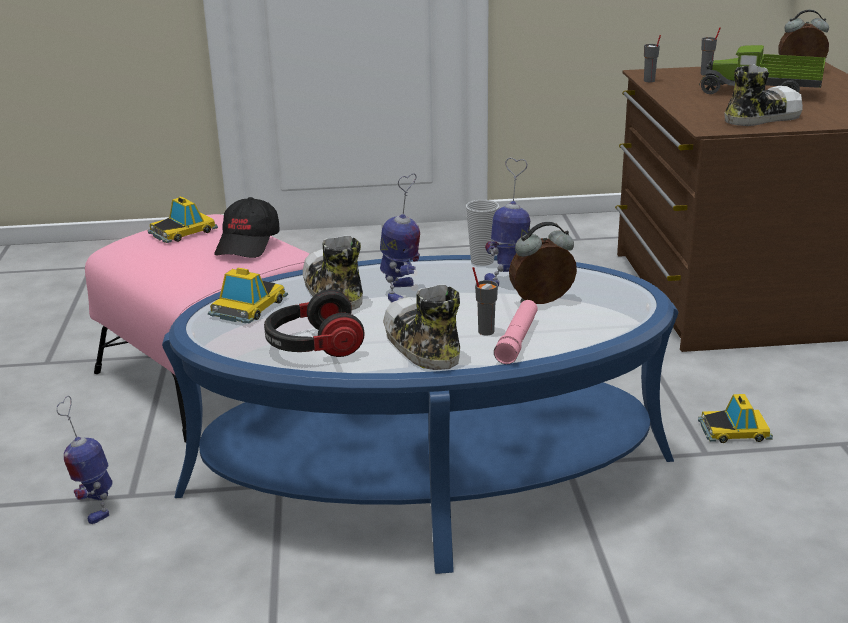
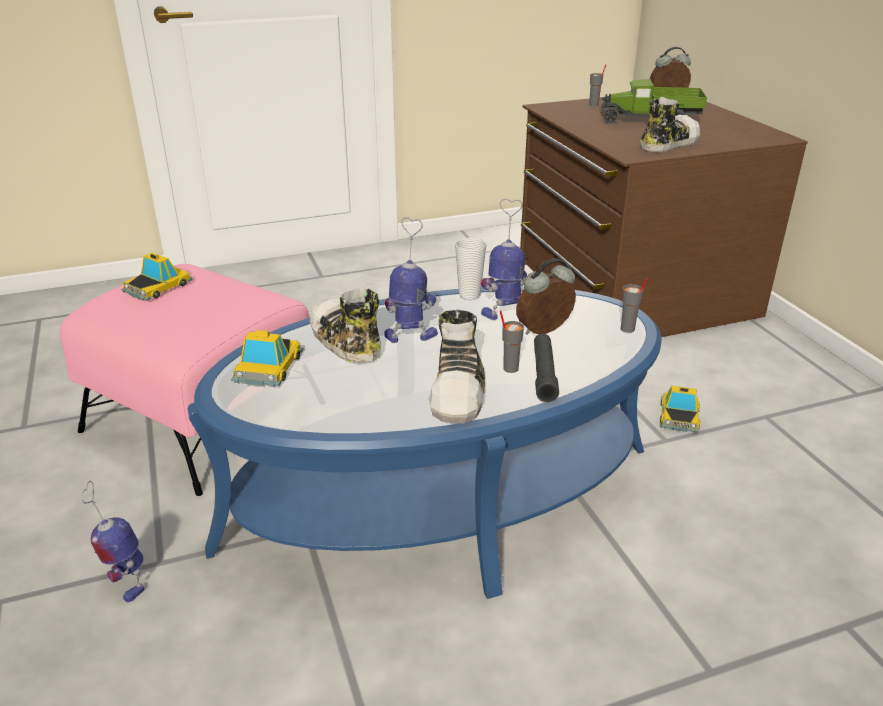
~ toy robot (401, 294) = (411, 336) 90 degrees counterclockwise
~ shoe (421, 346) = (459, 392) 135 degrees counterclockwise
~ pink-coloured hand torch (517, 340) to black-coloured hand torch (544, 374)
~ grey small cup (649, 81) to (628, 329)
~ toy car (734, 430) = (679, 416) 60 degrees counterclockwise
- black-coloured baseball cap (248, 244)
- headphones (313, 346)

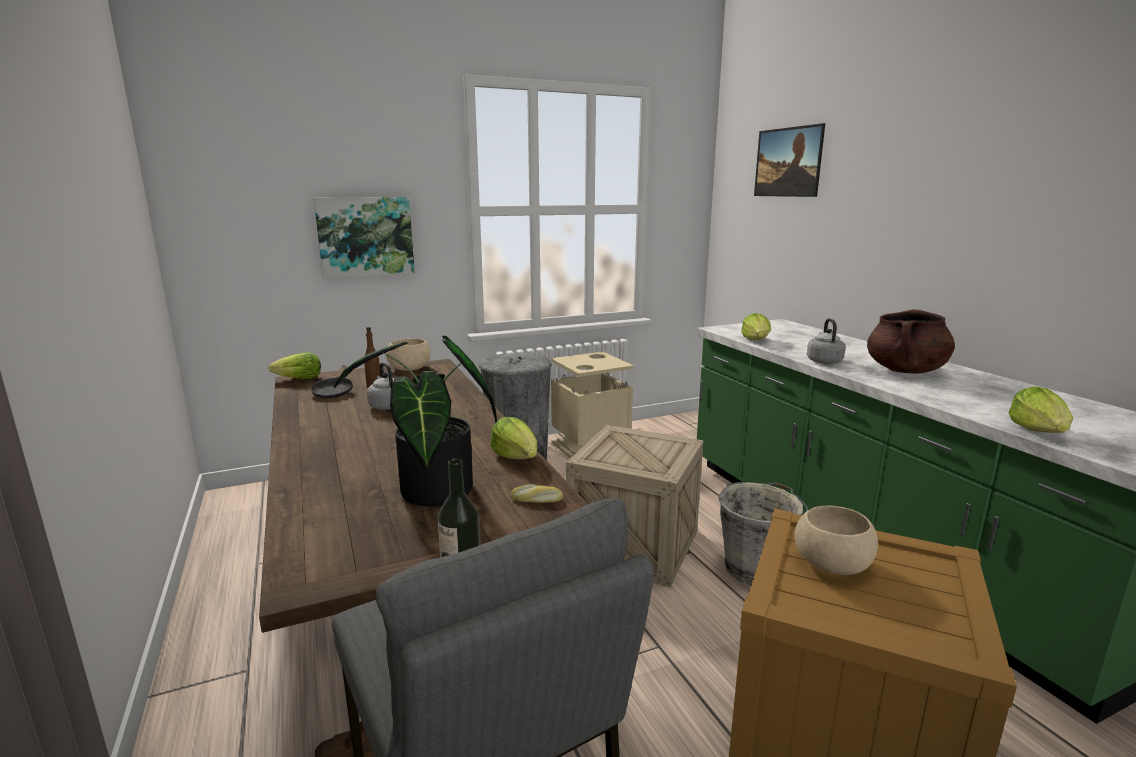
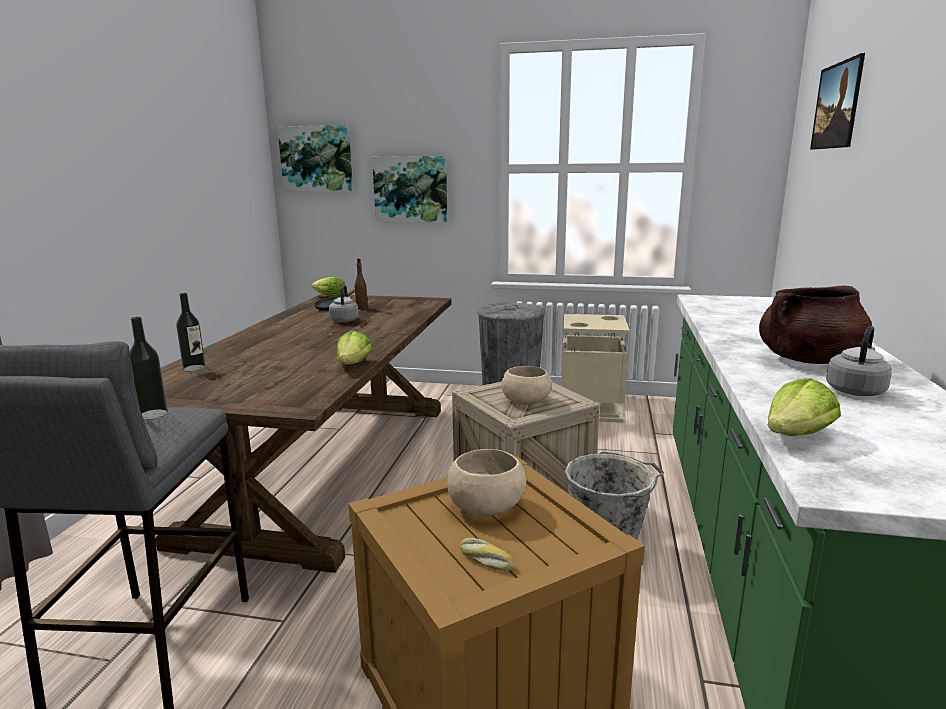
+ bottle (194, 368)
+ picture (316, 159)
~ bread (536, 500) to (484, 560)
~ sand-coloured deep dish (409, 368) to (526, 401)
~ grey tea kettle (823, 361) to (855, 390)
- houseplant (431, 495)
- lettuce head (756, 341)

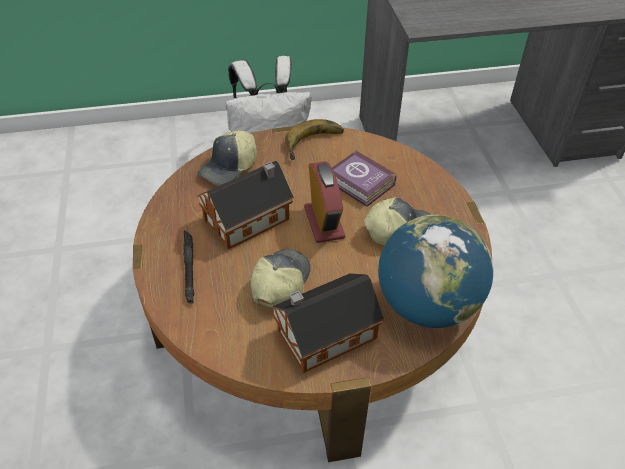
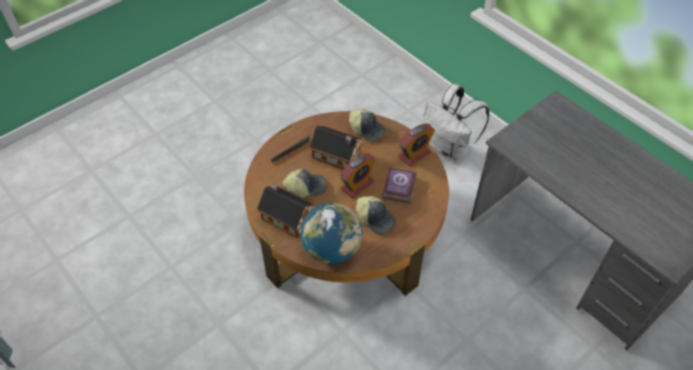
~ baseball cap (229, 167) = (367, 129) 150 degrees counterclockwise
~ banana (315, 144) to alarm clock (414, 154)

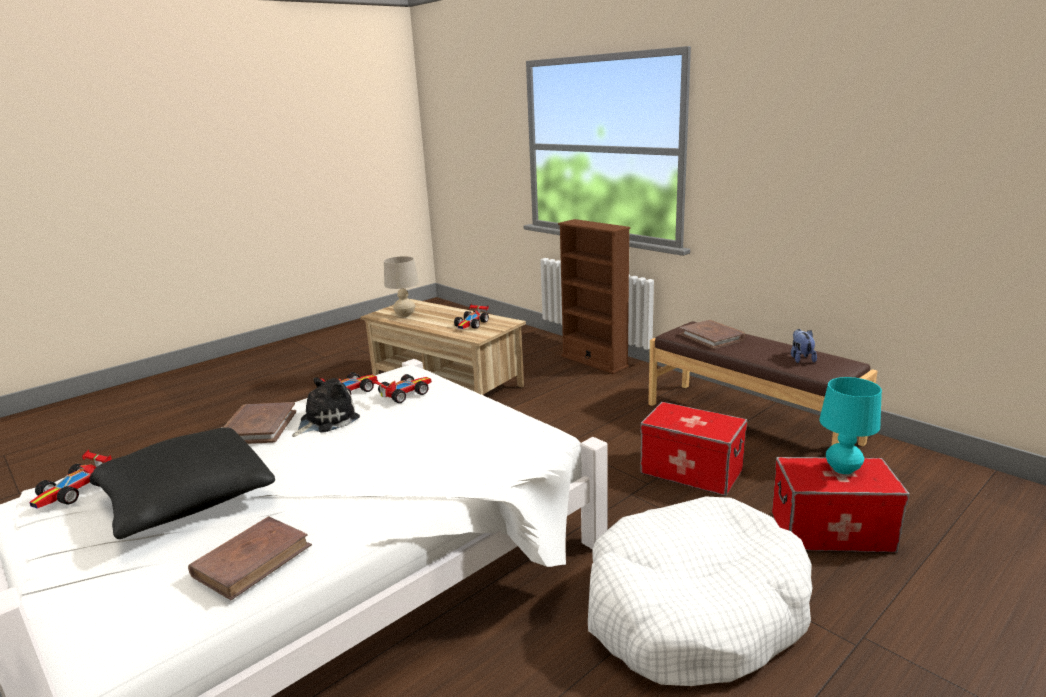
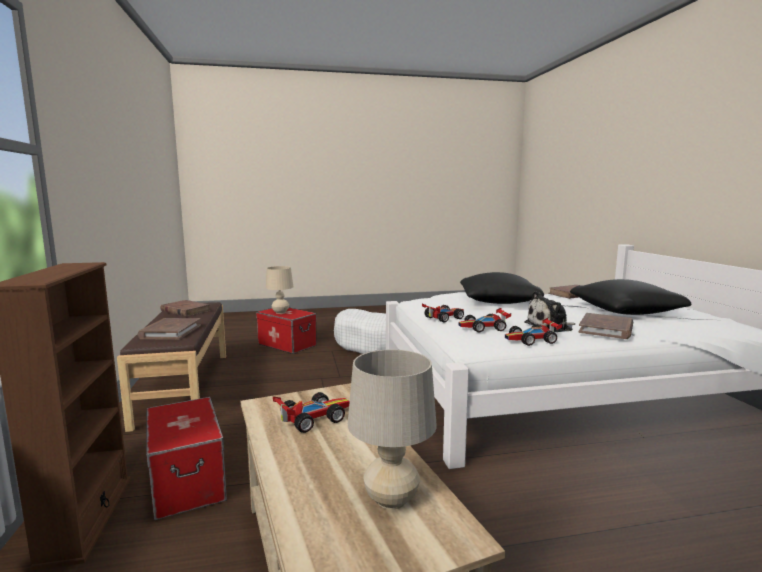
~ storage bin (691, 471) to (186, 481)
~ plush toy (801, 358) to brown-coloured book (185, 311)
~ blue-green tabletop lamp (842, 469) to sand-coloured tabletop lamp (280, 312)
~ toy car (75, 491) to (443, 317)
+ black-coloured cushion (498, 301)

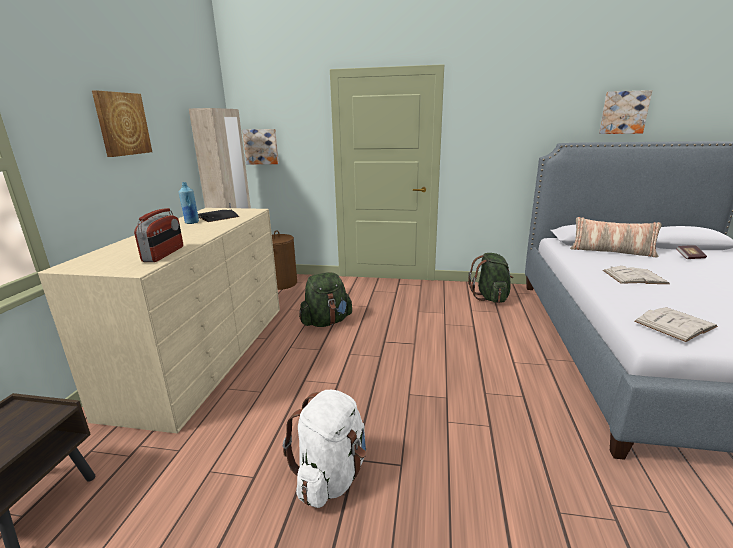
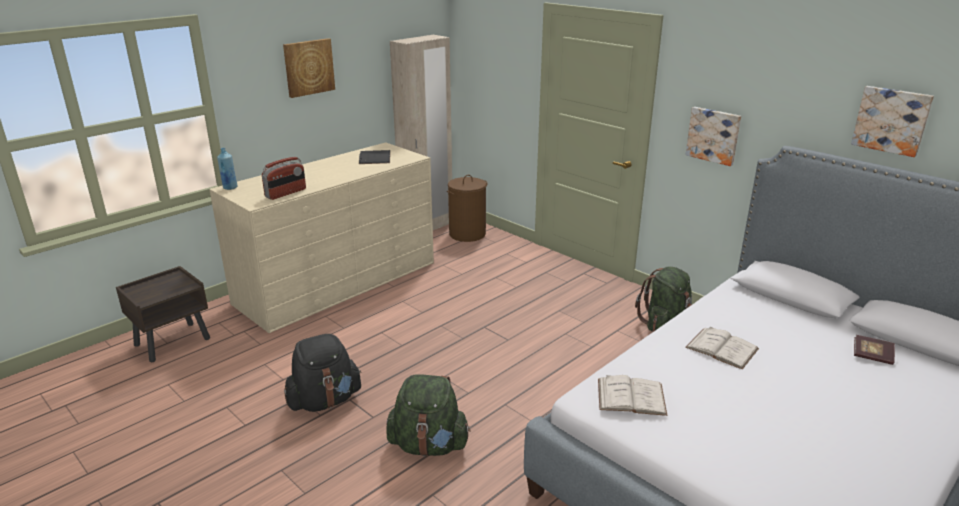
~ blue bottle (191, 222) to (230, 187)
~ white-coloured rucksack (332, 476) to black-coloured rucksack (325, 401)
~ green rucksack (326, 322) to (429, 445)
~ picture (261, 146) to (713, 135)
- cushion (611, 251)

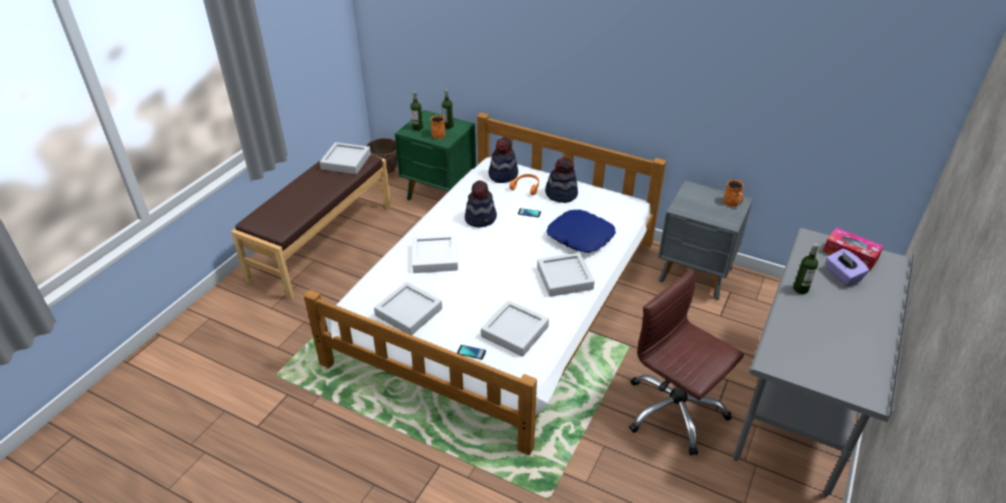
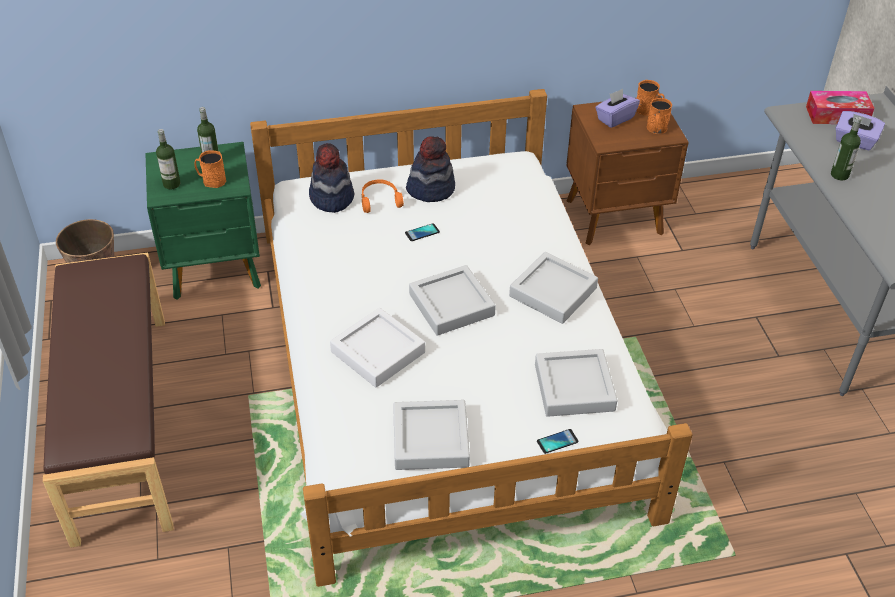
~ grey carrying tray (346, 162) to (451, 305)
~ grey bedside table (696, 276) to brown-coloured bedside table (616, 218)
+ purplish tissue holder (615, 118)
+ orange coffee mug (656, 129)
- clothing hat (481, 218)
- blue cushion (580, 237)
- brown-coloured computer chair (674, 411)

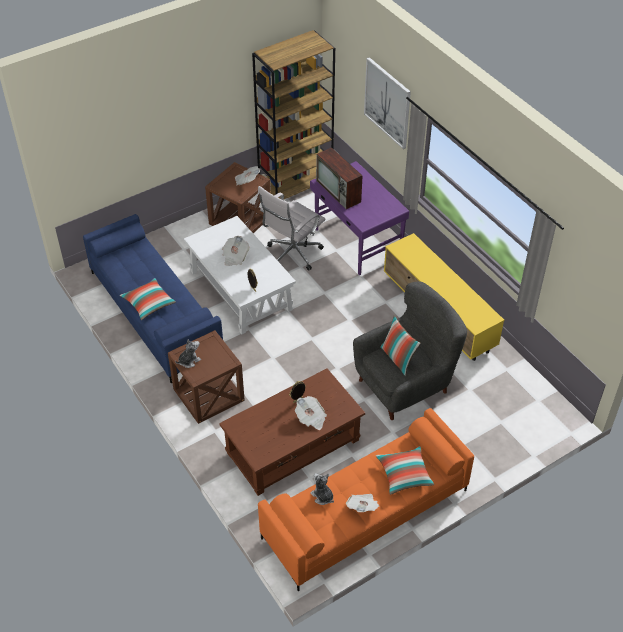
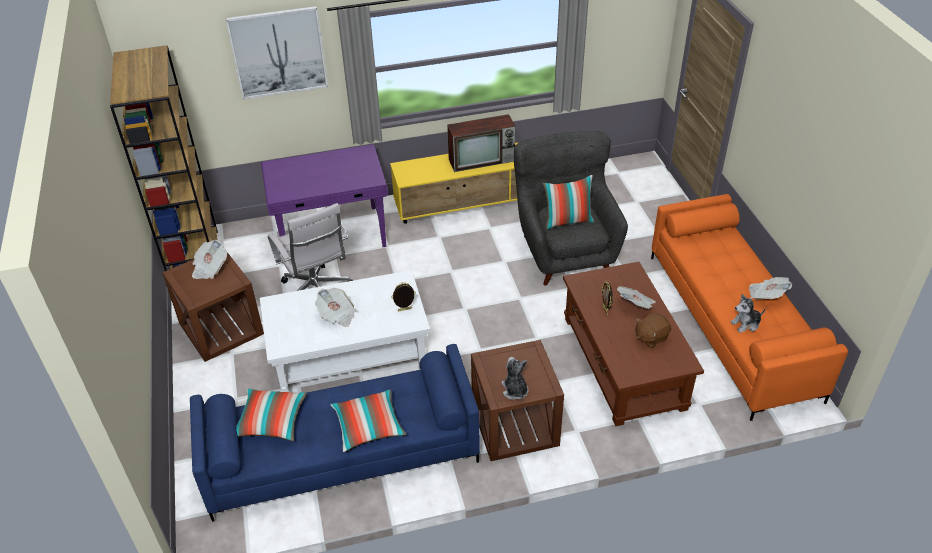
~ cushion (404, 475) to (271, 421)
~ TV (339, 192) to (482, 160)
+ brown-coloured plush toy (650, 337)

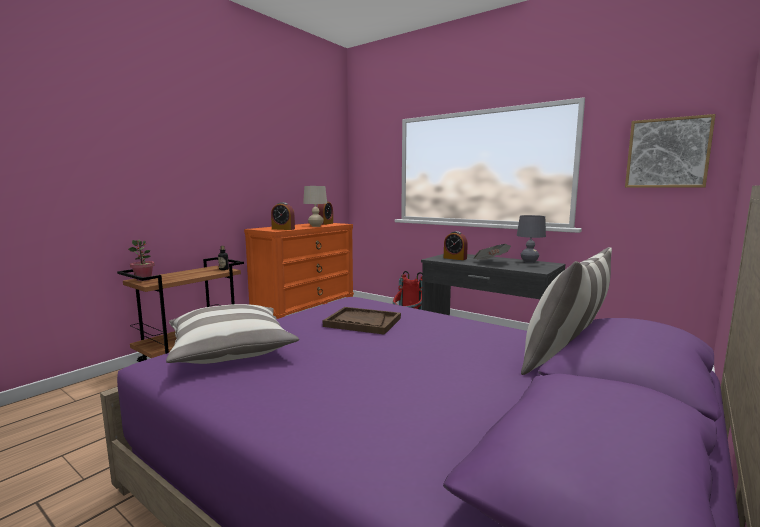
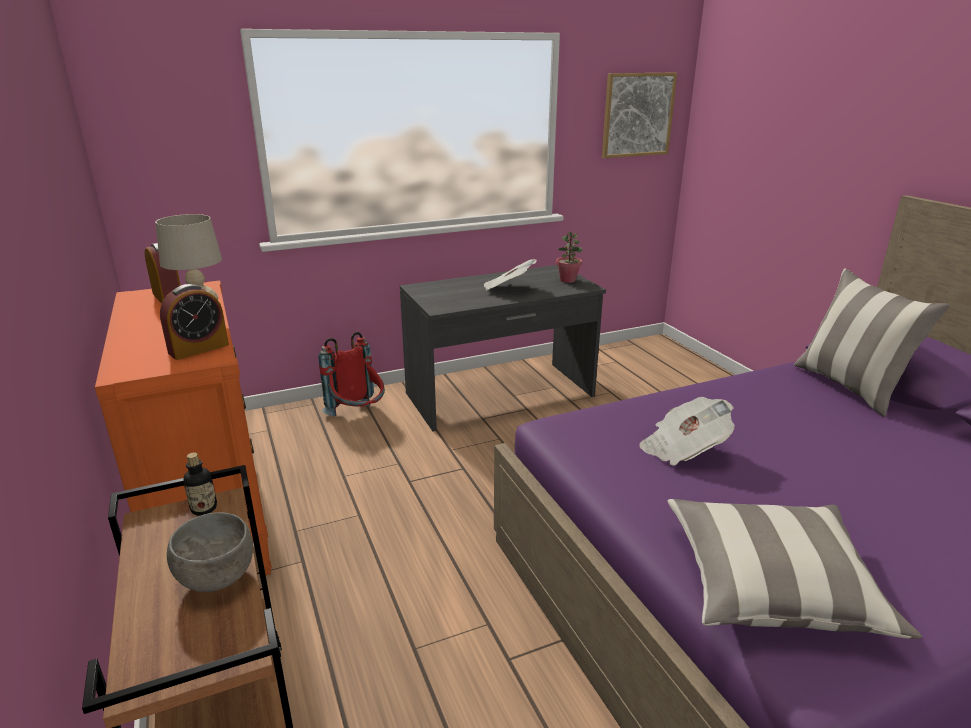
+ grey deep dish (216, 579)
~ houseplant (144, 279) to (568, 280)
~ brown-coloured carrying tray (362, 322) to printed paper (683, 449)
- alarm clock (455, 258)
- grey tabletop lamp (529, 262)

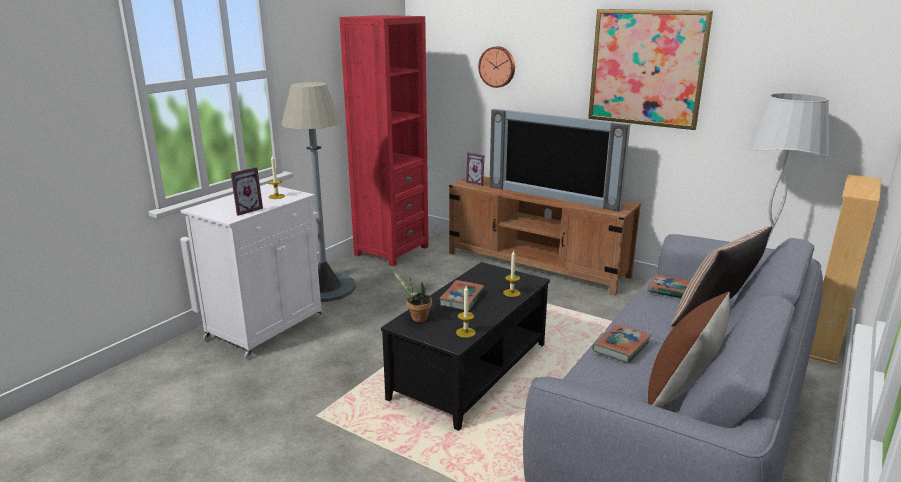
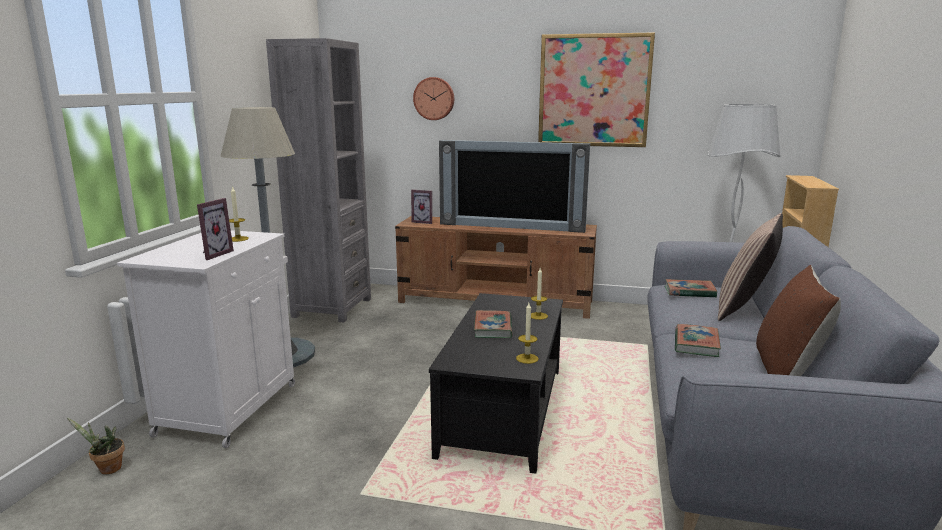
~ houseplant (417, 318) to (107, 469)
~ reddish bookshelf (391, 251) to grey bookshelf (332, 308)

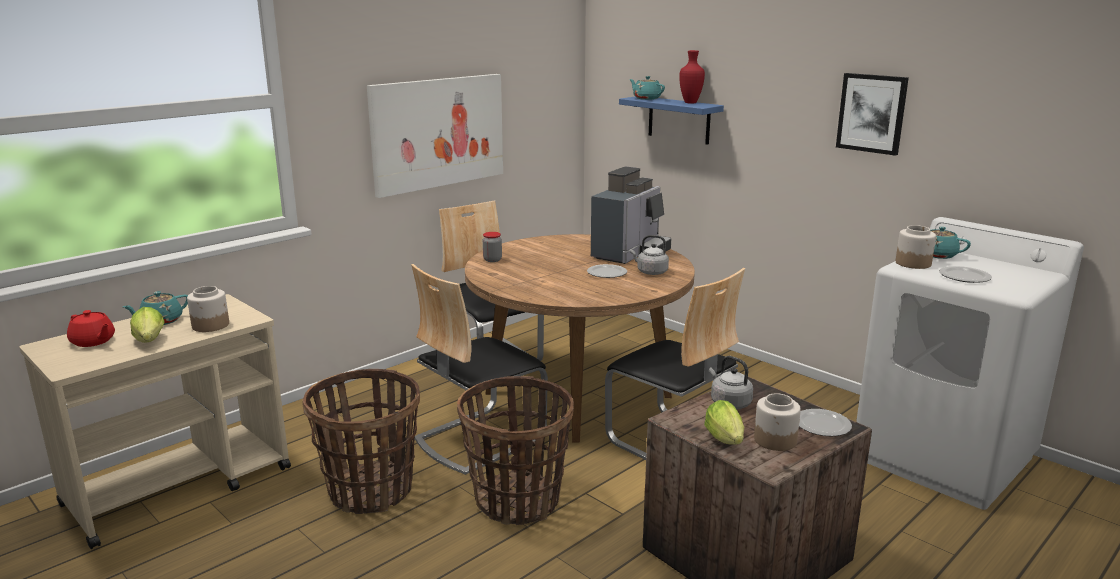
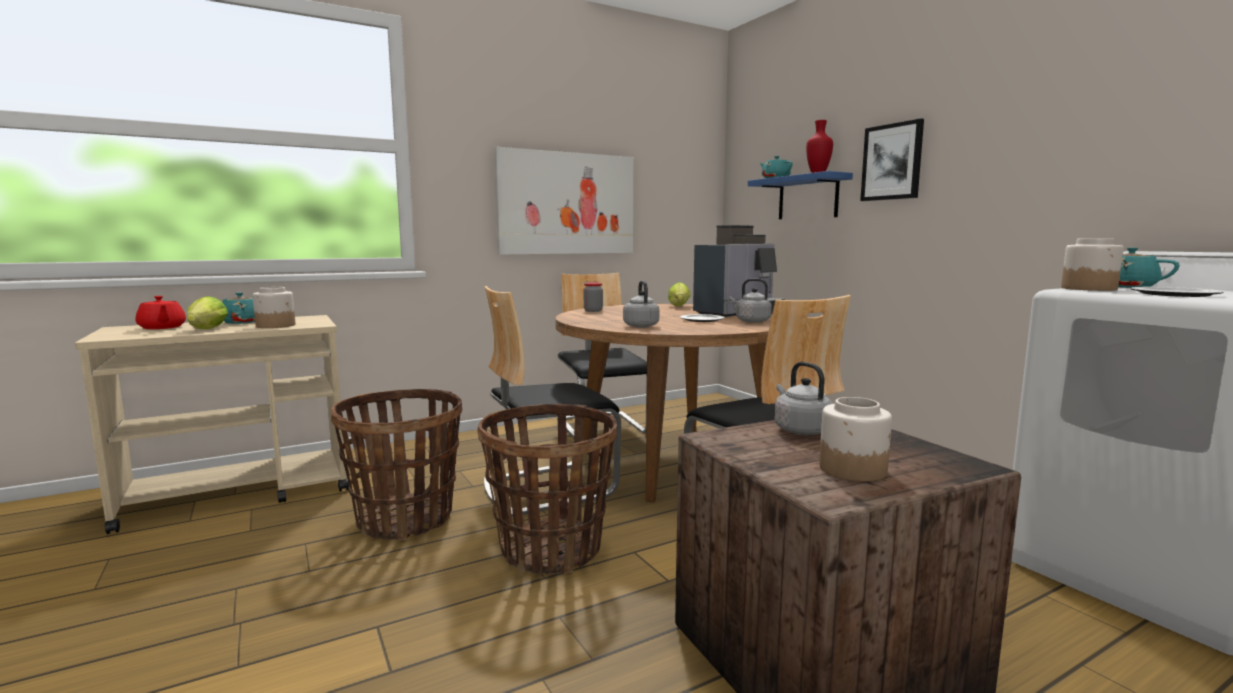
+ grey tea kettle (640, 325)
~ lettuce head (726, 441) to (679, 307)
~ picture (872, 113) to (892, 162)
- flat dish (821, 425)

